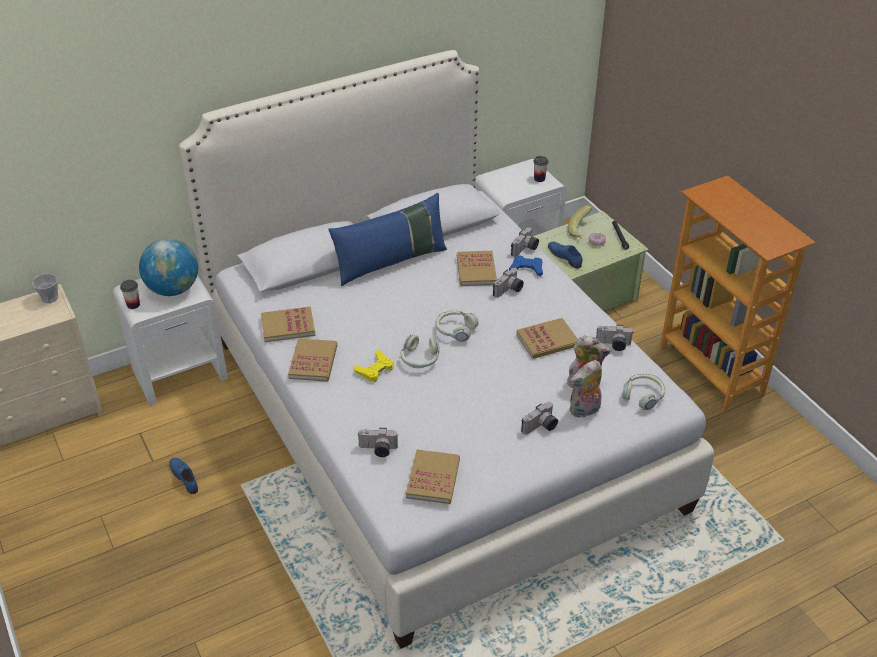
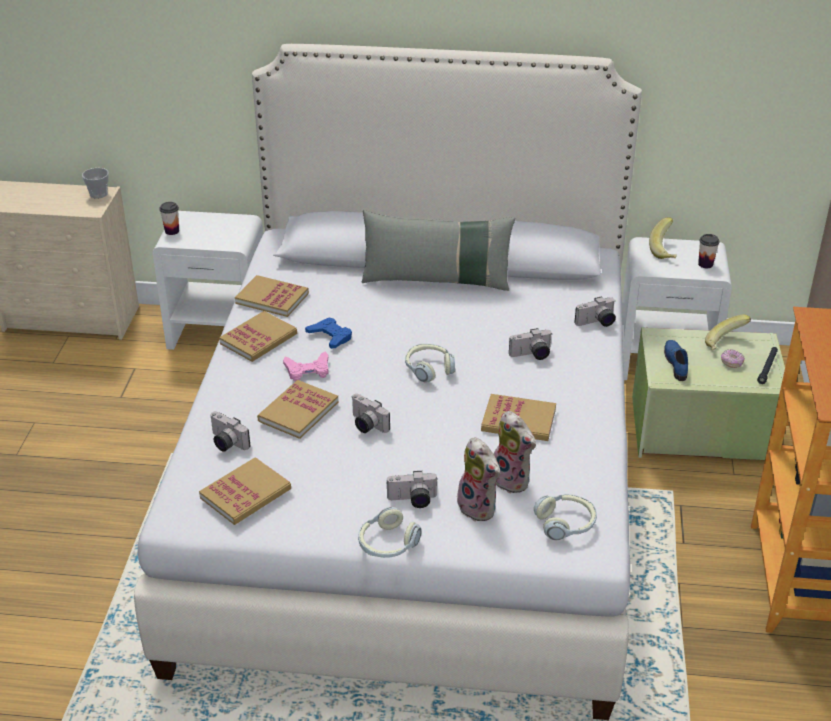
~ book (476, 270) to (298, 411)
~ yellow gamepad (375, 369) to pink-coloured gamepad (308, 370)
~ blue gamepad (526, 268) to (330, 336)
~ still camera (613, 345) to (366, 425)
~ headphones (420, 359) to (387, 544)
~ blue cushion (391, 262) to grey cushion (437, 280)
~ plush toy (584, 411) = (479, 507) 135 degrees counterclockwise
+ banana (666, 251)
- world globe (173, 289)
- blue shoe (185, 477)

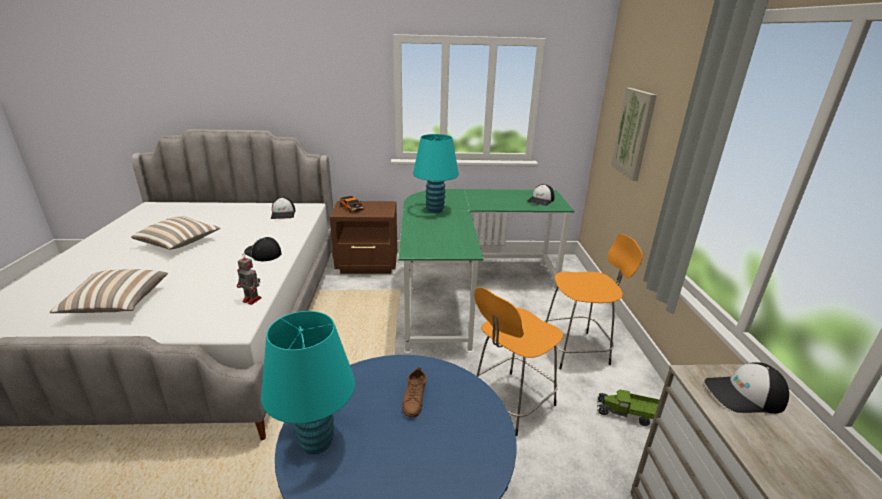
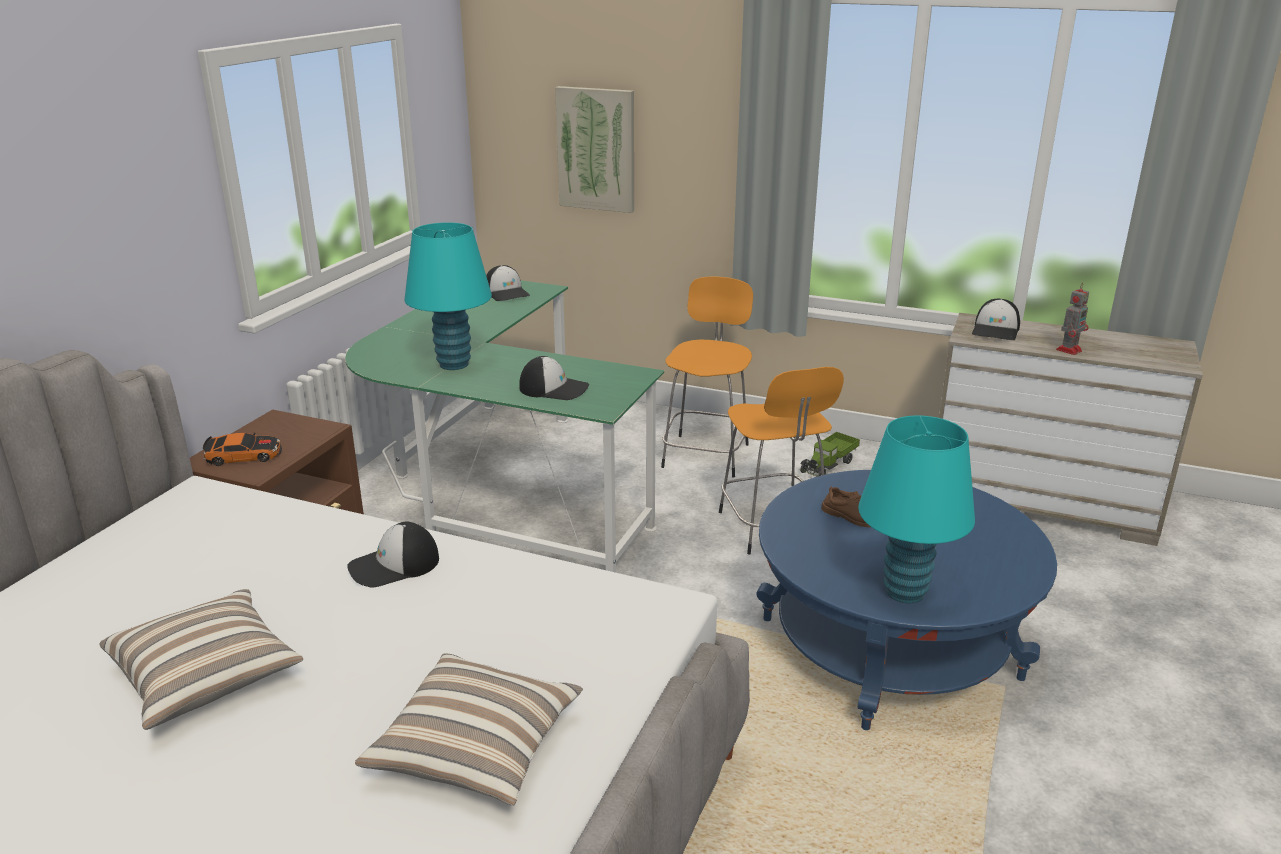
~ baseball cap (283, 214) to (554, 388)
~ toy robot (252, 300) to (1069, 350)

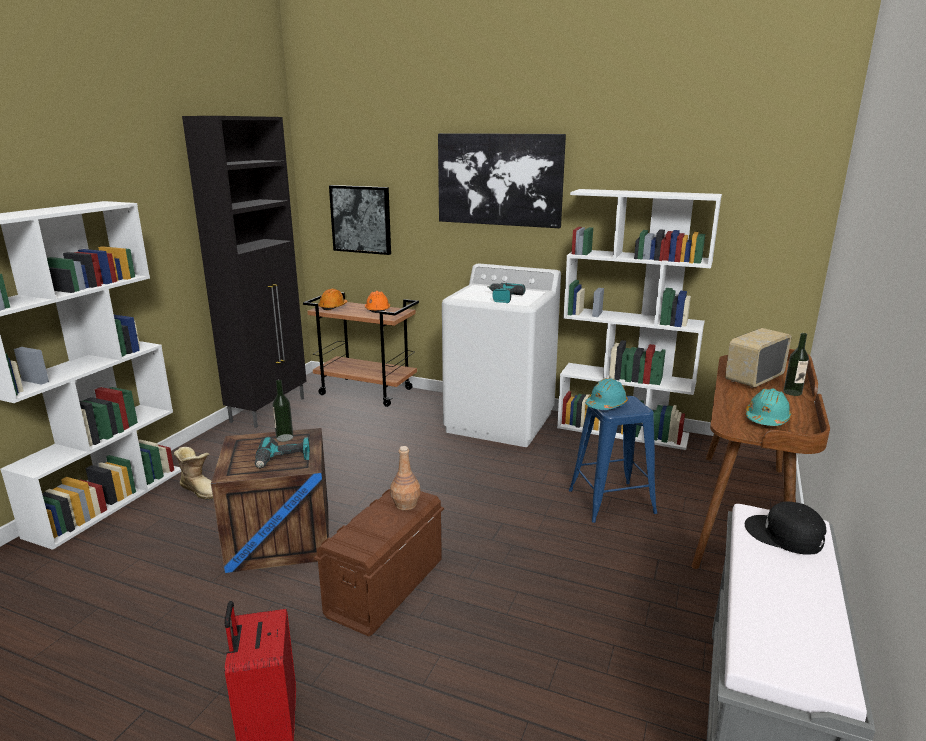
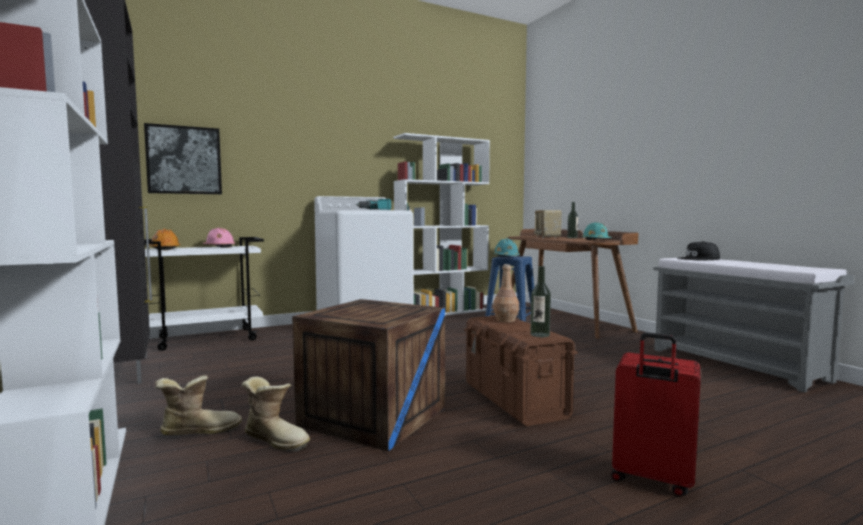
~ brown-coloured trolley (367, 391) to white-coloured trolley (208, 339)
~ orange safety helmet (377, 309) to pink-coloured safety helmet (219, 247)
+ tall boot (276, 439)
~ bottle (284, 437) to (540, 335)
- drill (283, 460)
- picture (499, 180)

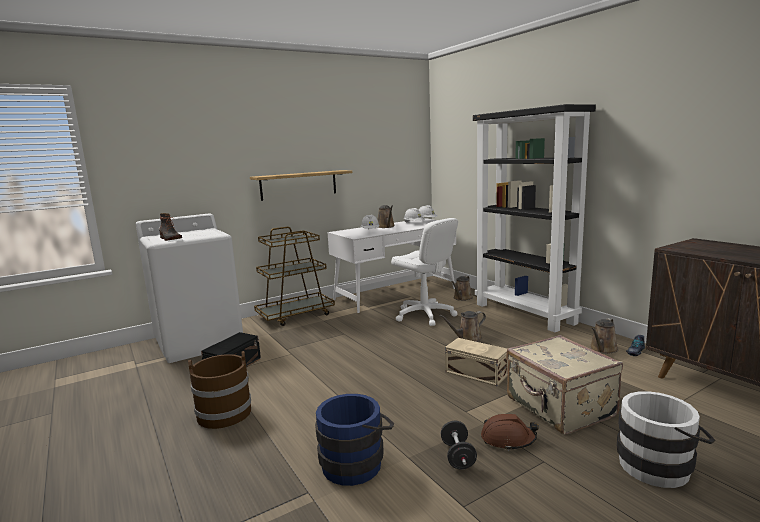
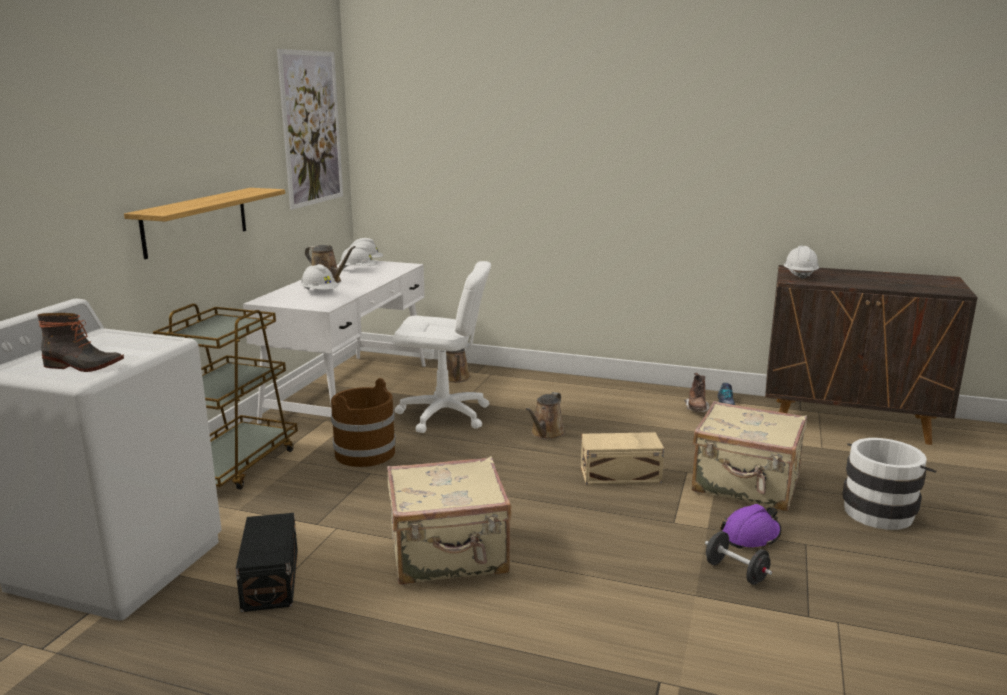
+ picture (311, 128)
~ brown-coloured pail (224, 413) to (365, 453)
+ sand-coloured piece of luggage (449, 555)
~ brown-coloured watering can (602, 349) to brown-coloured tall boot (696, 409)
~ brown-coloured safety helmet (508, 439) to purplish safety helmet (751, 536)
+ white-coloured safety helmet (800, 275)
- blue pail (356, 462)
- black-coloured bookshelf (525, 313)

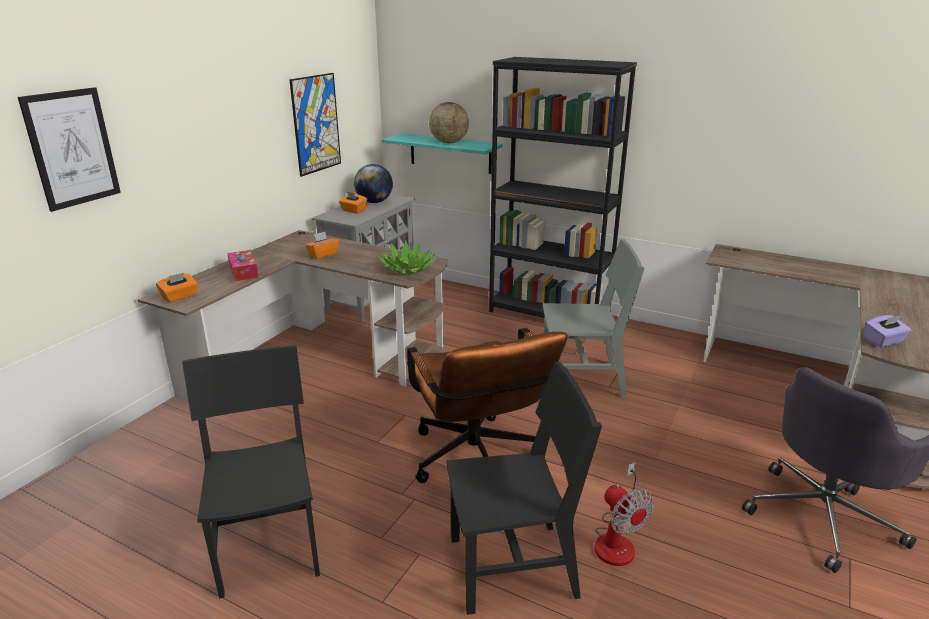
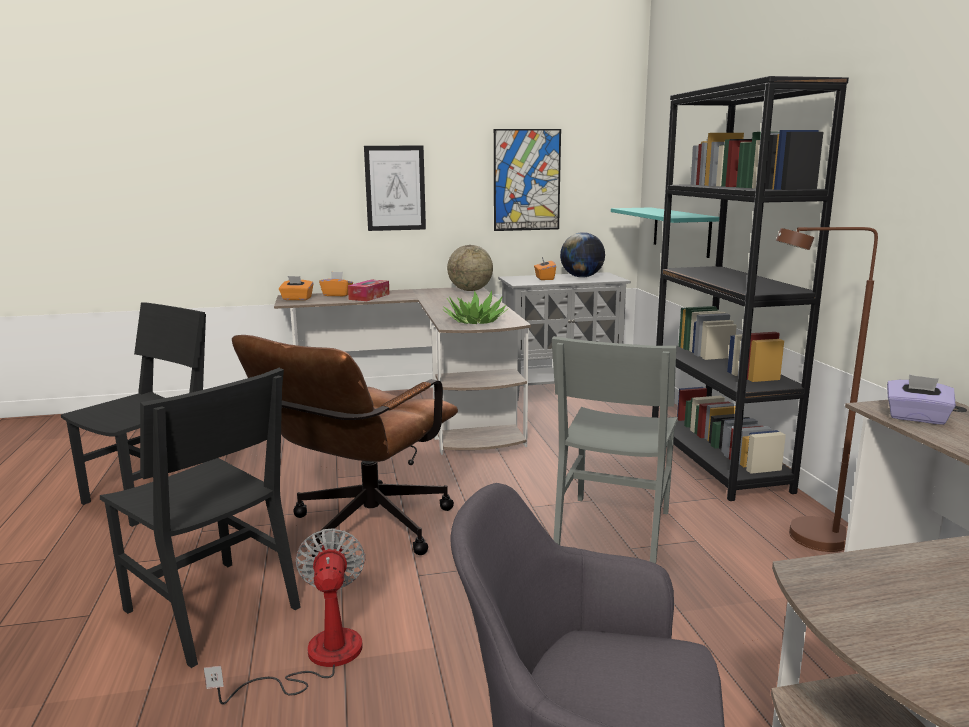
~ cooling fan (617, 540) = (317, 659) 150 degrees clockwise
~ orange tissue holder (323, 254) to (337, 295)
~ picture (72, 148) to (395, 188)
~ world globe (449, 142) to (470, 290)
~ grey upright chair (582, 380) = (613, 528) 60 degrees clockwise
+ brown-coloured standing lamp (804, 539)
~ purplish tissue holder (883, 341) to (916, 418)

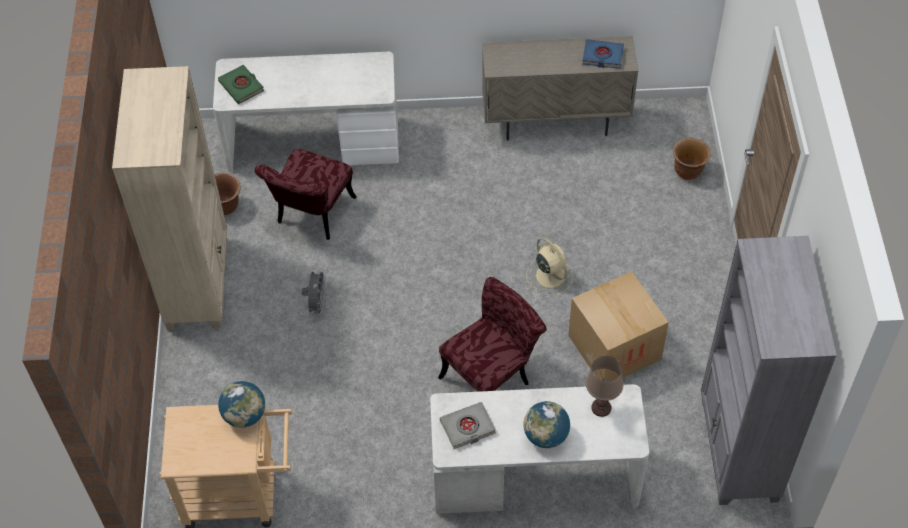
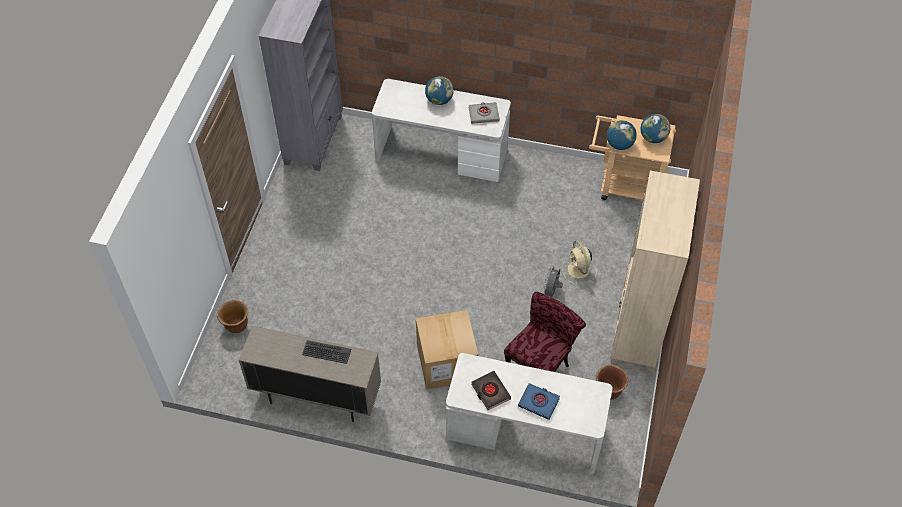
+ PC keyboard (326, 352)
~ carton (614, 347) to (446, 362)
+ black-coloured book (490, 392)
~ blue book (602, 56) to (538, 402)
~ sand-coloured cooling fan (549, 275) to (578, 270)
+ world globe (653, 138)
- green book (241, 86)
- reddish upright chair (491, 375)
- brown-coloured tabletop lamp (601, 408)

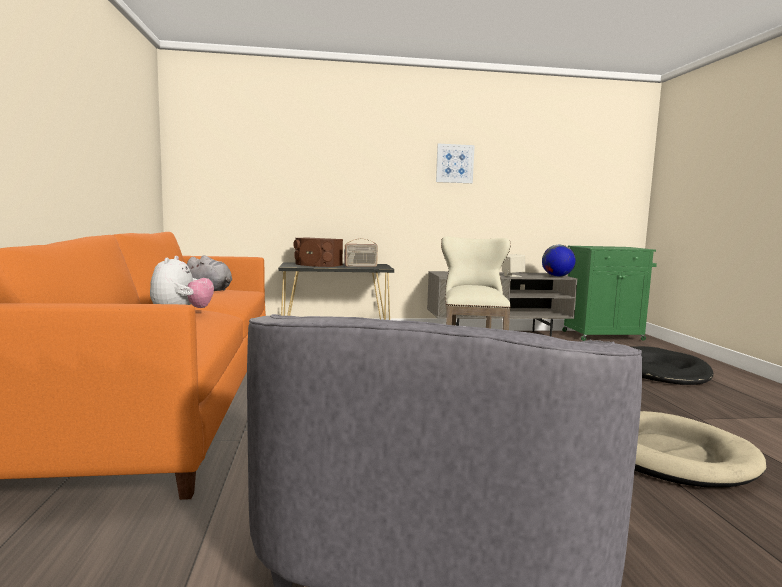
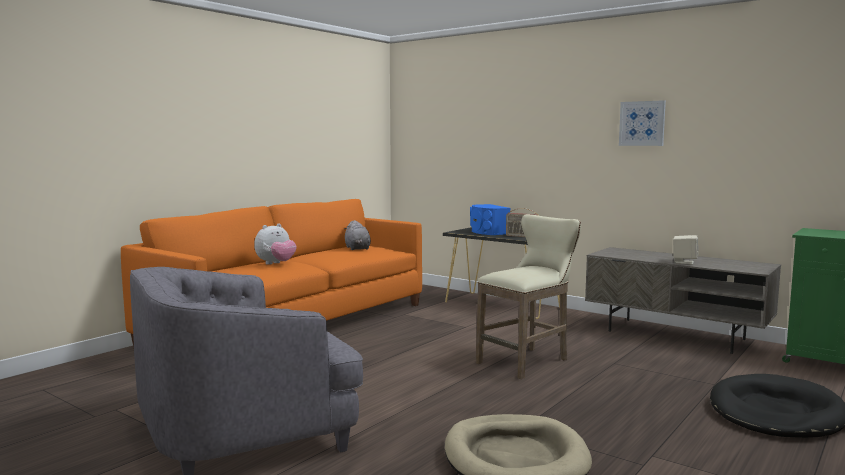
~ brown-coloured speaker (317, 265) to blue speaker (487, 232)
- world globe (557, 276)

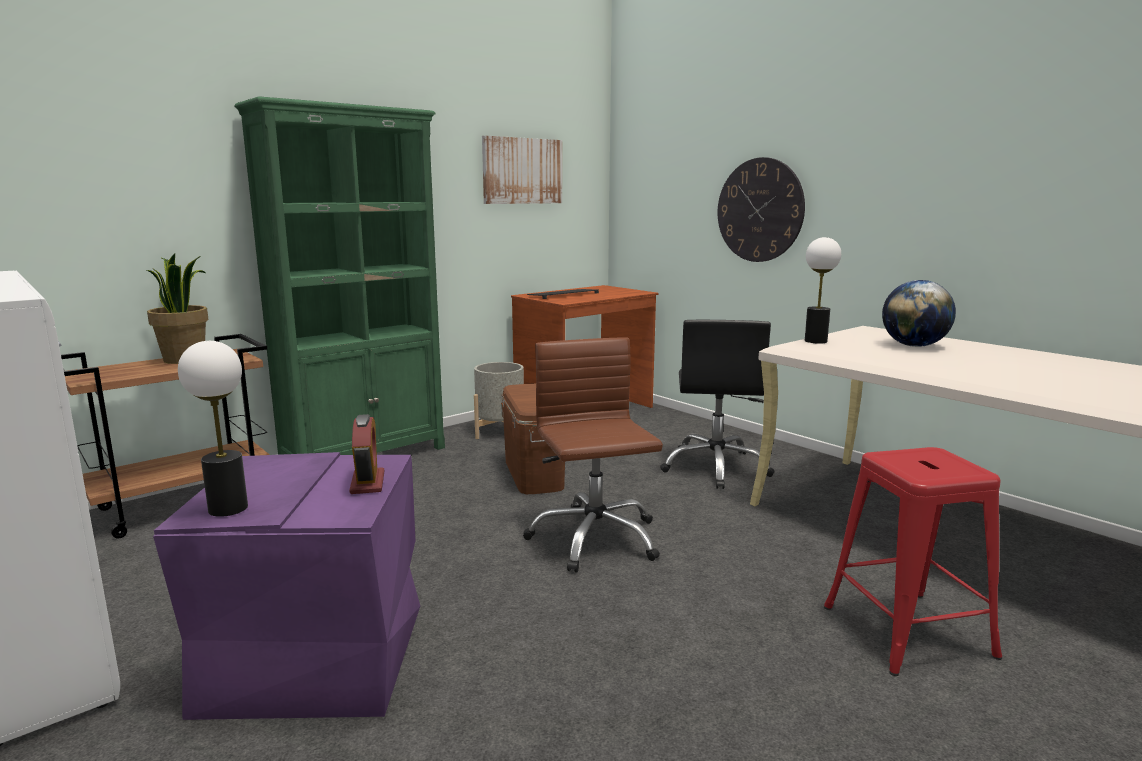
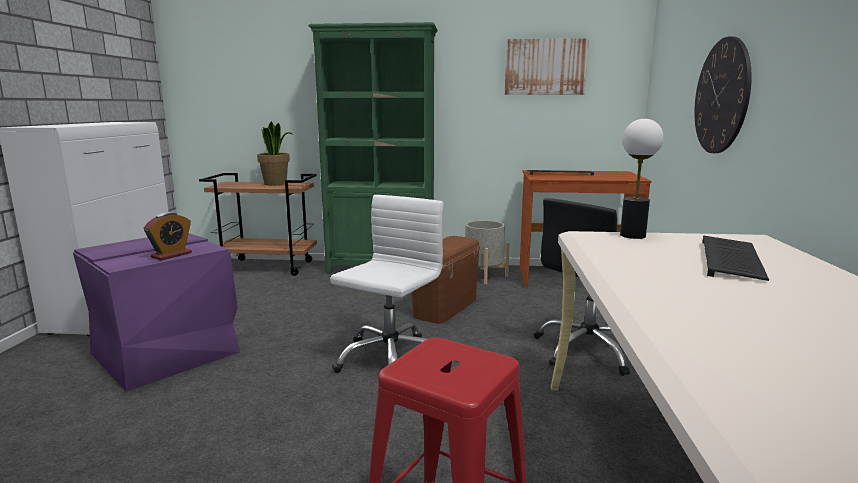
~ brown-coloured computer chair (594, 538) to white-coloured computer chair (390, 359)
~ world globe (914, 346) to PC keyboard (732, 261)
- tabletop lamp (228, 509)

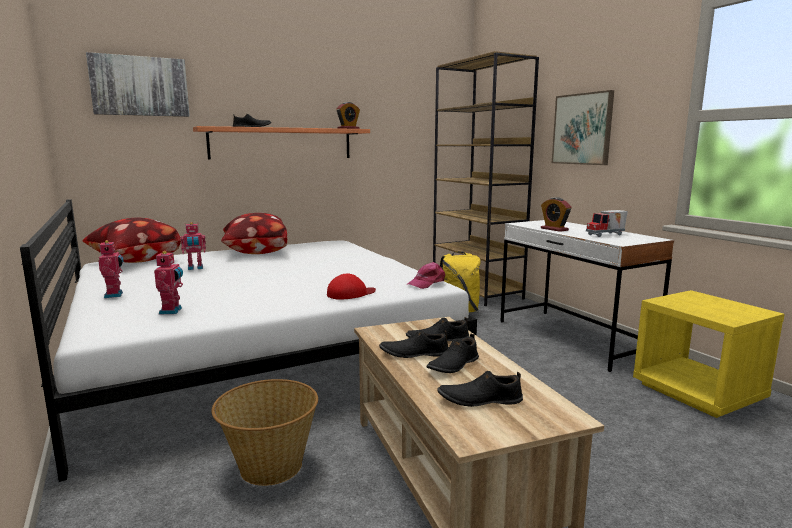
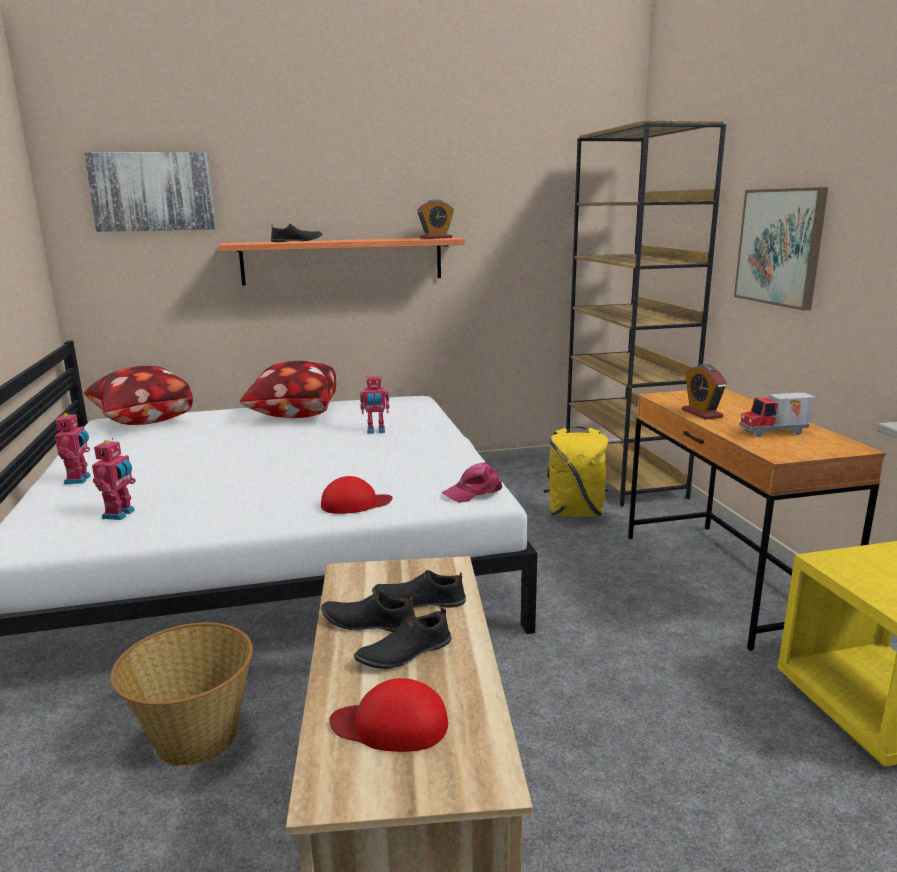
~ black-coloured shoe (479, 400) to reddish baseball cap (391, 725)
~ toy robot (195, 268) to (376, 431)
~ white-coloured desk unit (572, 338) to brown-coloured desk unit (725, 580)

